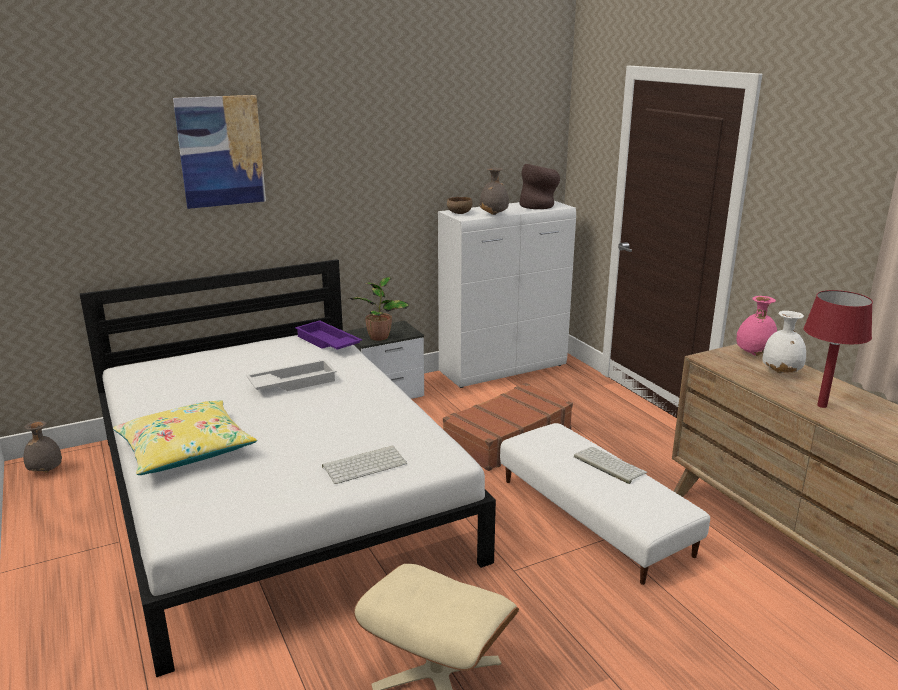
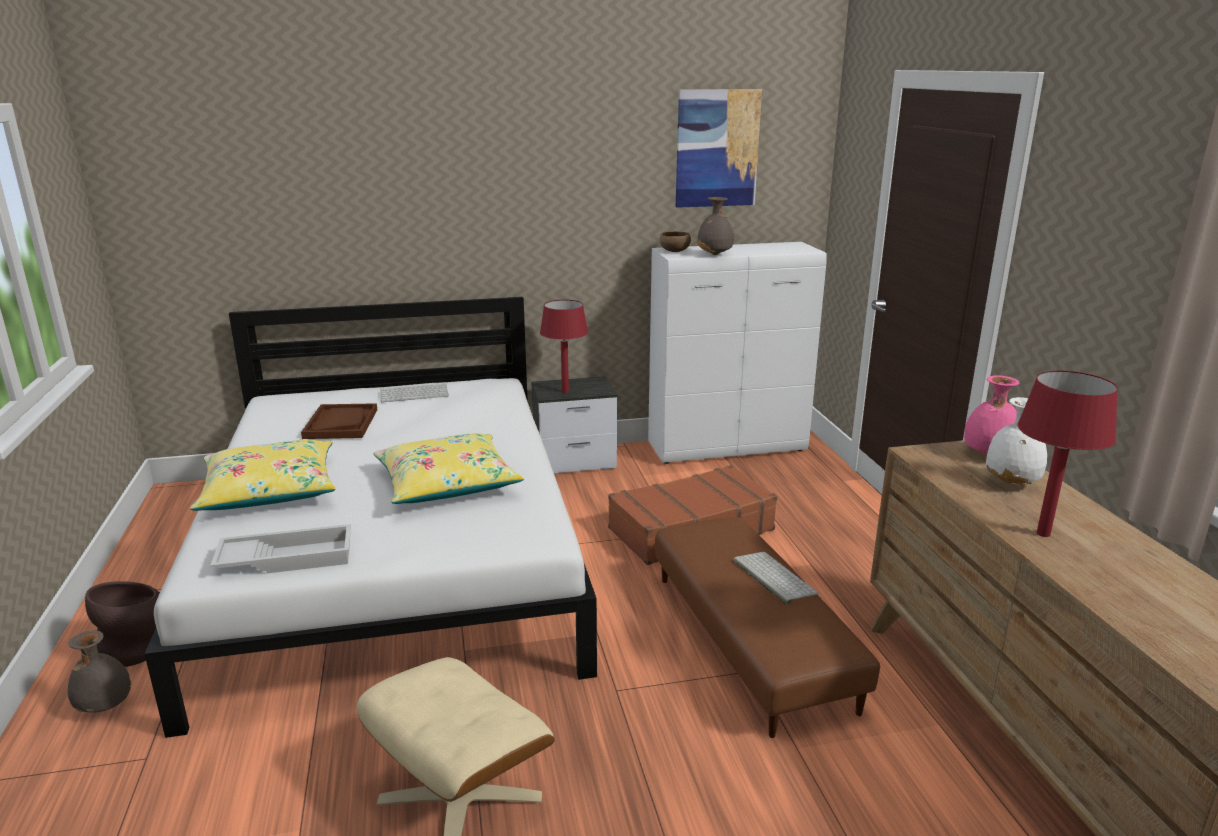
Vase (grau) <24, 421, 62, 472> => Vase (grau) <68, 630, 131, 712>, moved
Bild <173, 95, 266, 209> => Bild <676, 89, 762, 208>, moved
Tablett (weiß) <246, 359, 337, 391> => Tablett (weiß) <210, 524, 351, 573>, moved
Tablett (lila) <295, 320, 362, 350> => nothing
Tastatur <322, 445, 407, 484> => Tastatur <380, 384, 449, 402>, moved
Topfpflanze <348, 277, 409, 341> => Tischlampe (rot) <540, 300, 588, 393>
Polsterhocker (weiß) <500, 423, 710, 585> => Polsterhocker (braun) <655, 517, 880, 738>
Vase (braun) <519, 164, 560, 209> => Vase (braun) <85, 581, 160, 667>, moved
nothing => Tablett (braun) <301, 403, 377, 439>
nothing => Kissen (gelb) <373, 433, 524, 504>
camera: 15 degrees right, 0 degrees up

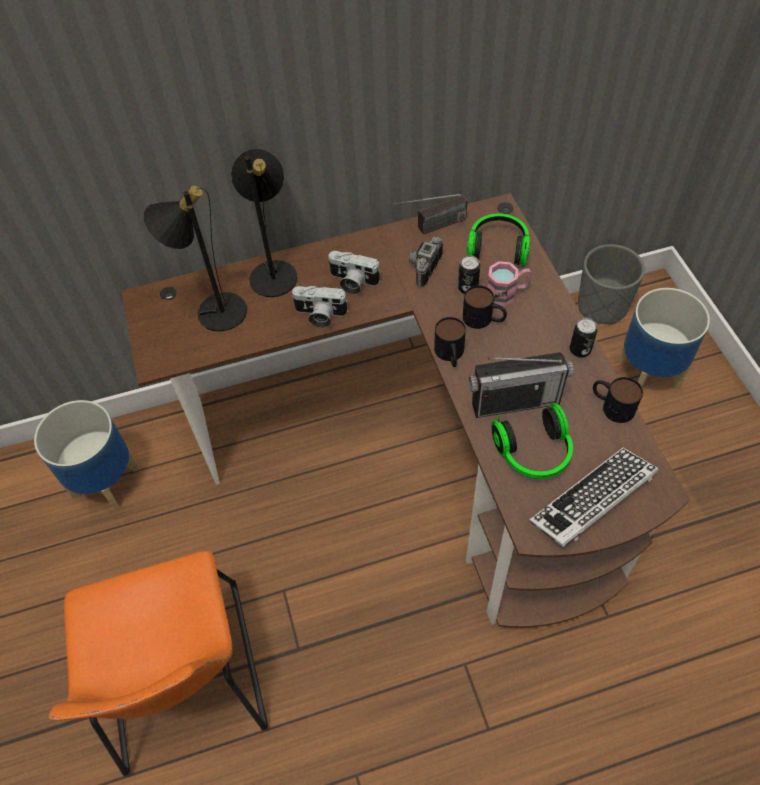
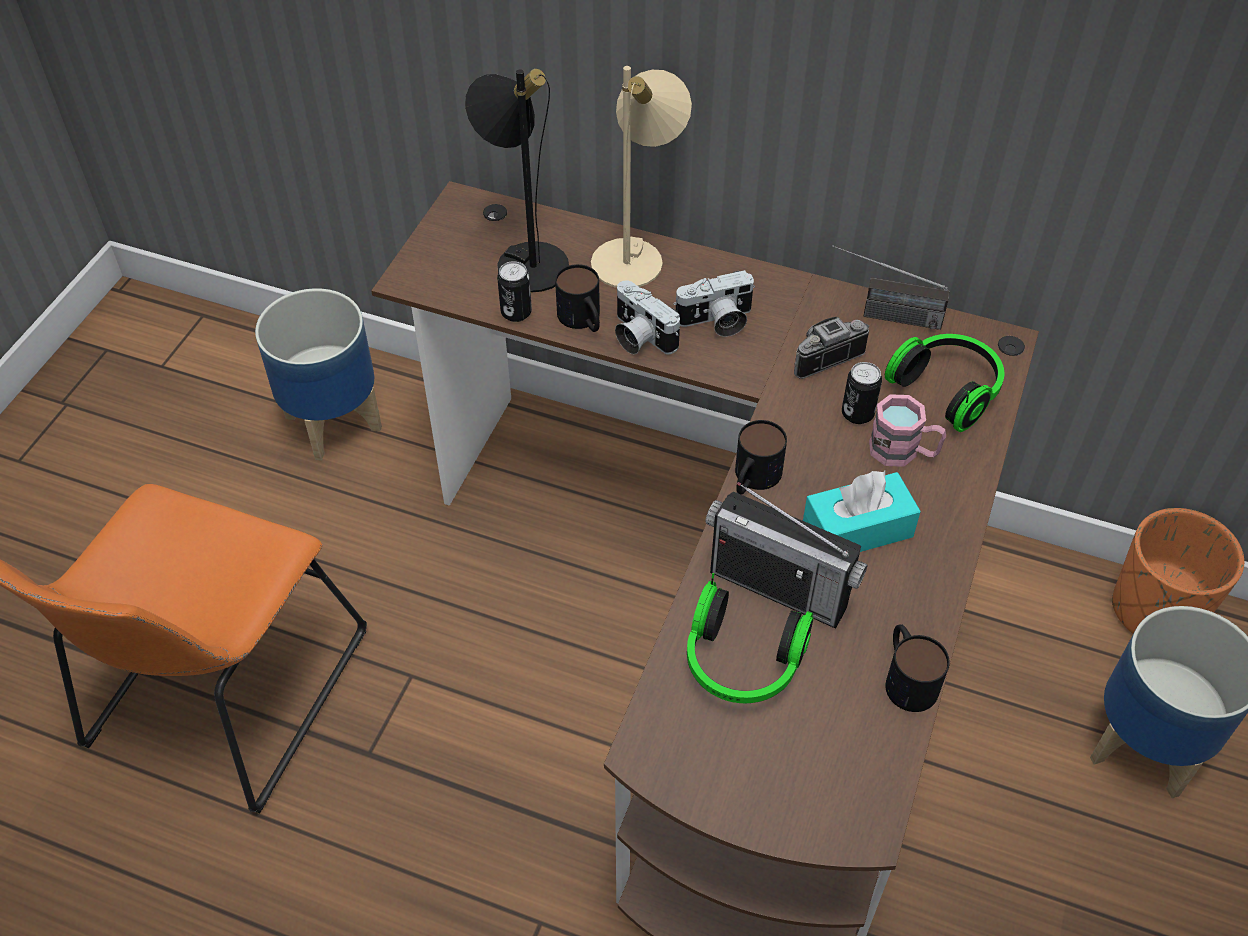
Tischlampe (schwarz) <231, 149, 297, 297> => Tischlampe (beige) <591, 66, 692, 288>
Kamera <328, 251, 380, 294> => Kamera <673, 270, 755, 337>, 75 degrees counterclockwise
Henkelbecher <463, 285, 507, 329> => Henkelbecher <555, 264, 600, 332>, moved
Tastatur <529, 448, 659, 547> => nothing
Dose <570, 318, 598, 357> => Dose <497, 261, 532, 322>, moved
Pflanzkübel (grau) <578, 244, 645, 324> => Pflanzkübel (orange) <1112, 508, 1244, 634>
nothing => Taschentuchbox (türkis) <803, 471, 921, 552>
camera: 35 degrees right, 5 degrees down

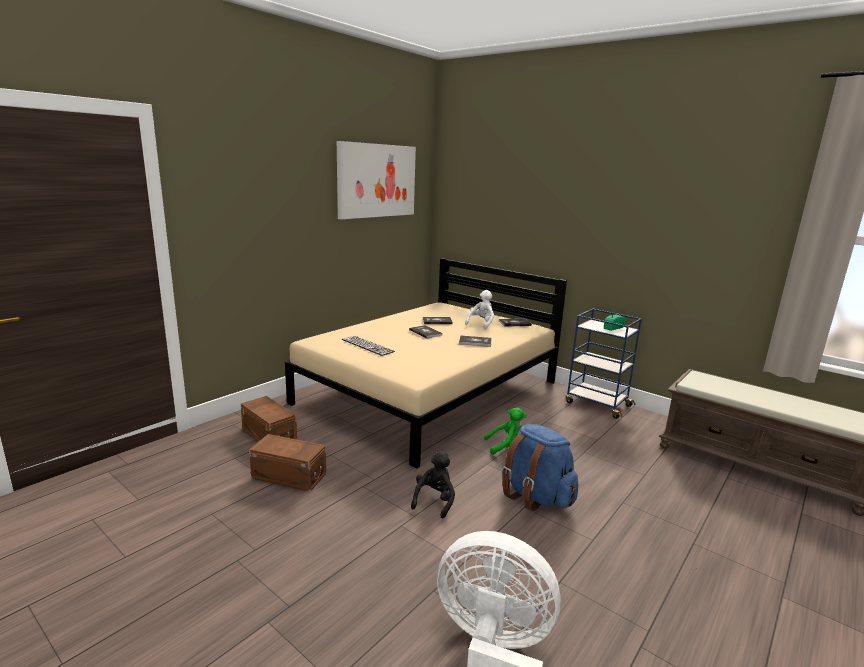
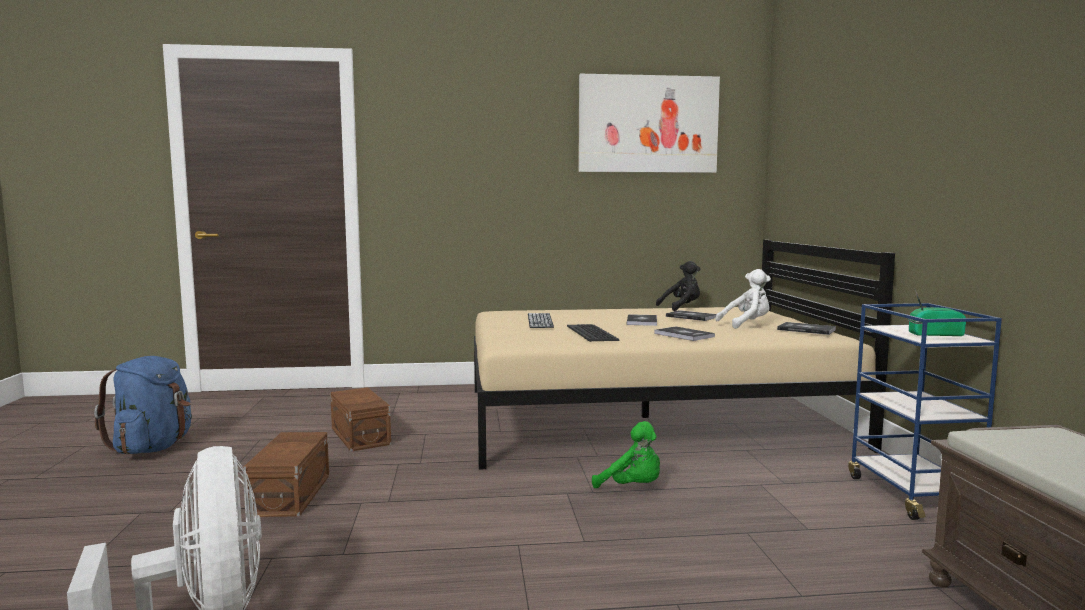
Aufbewahrungsbox (braun) <241, 396, 297, 441> => Aufbewahrungsbox (braun) <244, 432, 329, 517>, moved
Plüschtier (schwarz) <411, 451, 455, 519> => Plüschtier (schwarz) <656, 261, 700, 311>, moved
Rucksack (blau) <502, 424, 578, 511> => Rucksack (blau) <94, 356, 192, 454>, moved
nothing => Tastatur <567, 324, 619, 342>
camera: 45 degrees right, 10 degrees down

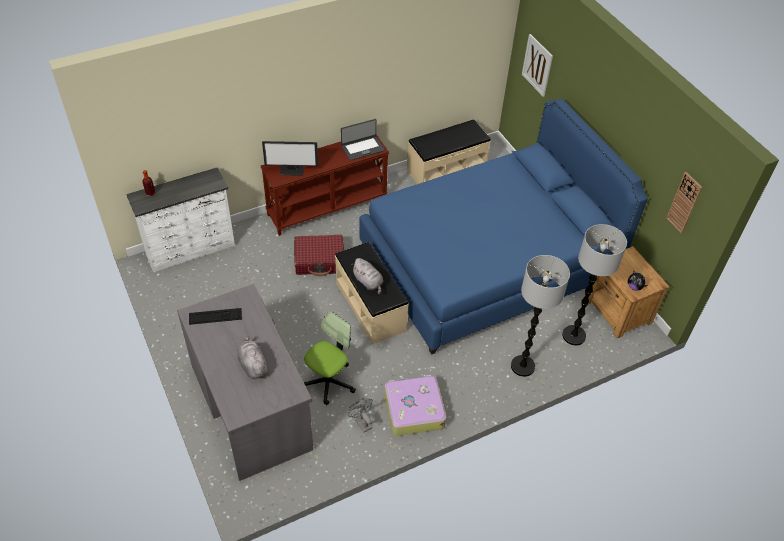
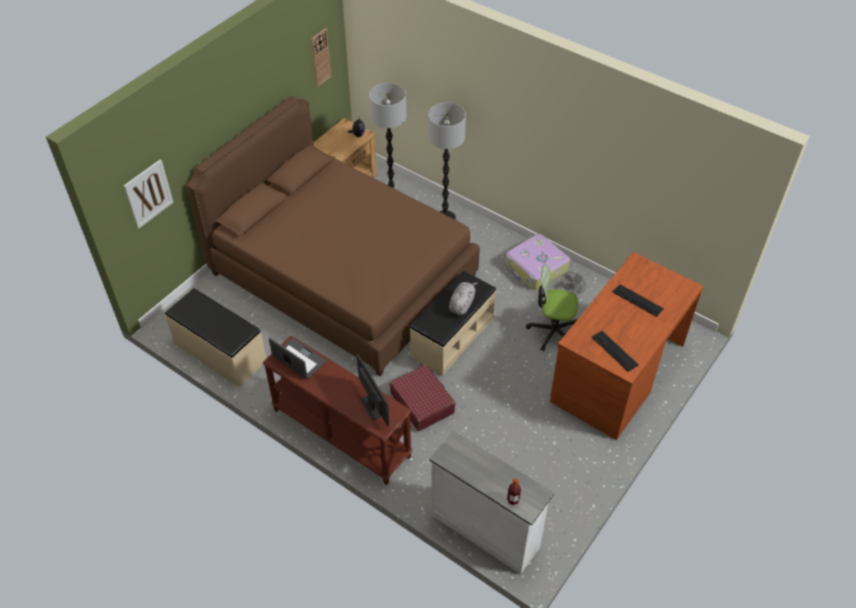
Schreibtisch (grau) <177, 284, 313, 481> => Schreibtisch (braun) <550, 252, 704, 440>
Plüschtier (grau) <237, 336, 268, 379> => Tastatur <613, 284, 664, 317>
Bett (blau) <360, 99, 648, 355> => Bett (braun) <187, 96, 480, 376>
camera: 115 degrees left, 0 degrees up

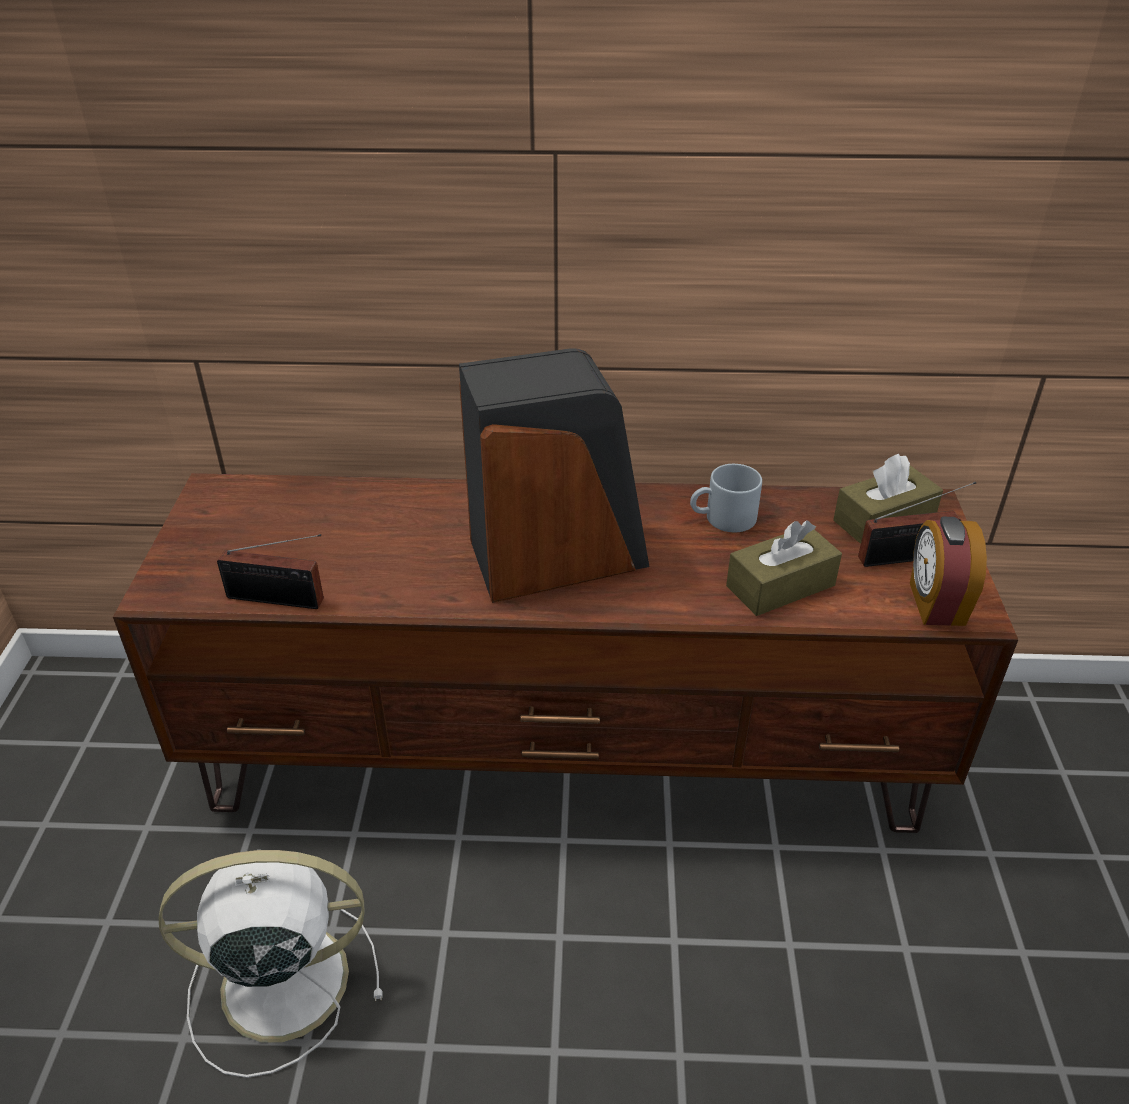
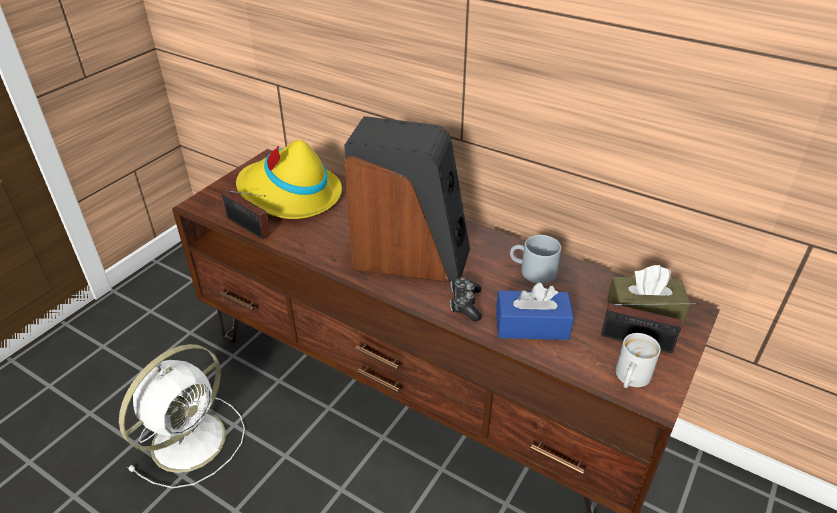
Ventilator (weiß) <159, 850, 382, 1078> => Ventilator (weiß) <119, 344, 245, 489>, 105 degrees clockwise
Taschentuchbox (braun) <726, 520, 842, 616> => Taschentuchbox (blau) <496, 283, 574, 340>
Wecker <910, 517, 987, 626> => Henkelbecher (weiß) <616, 333, 661, 388>
nothing => Hut (gelb) <236, 140, 342, 219>
nothing => Gamepad <450, 277, 481, 321>
camera: 30 degrees right, 0 degrees up

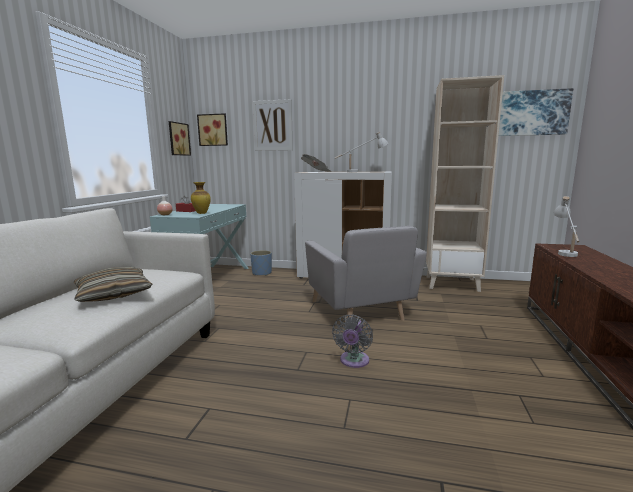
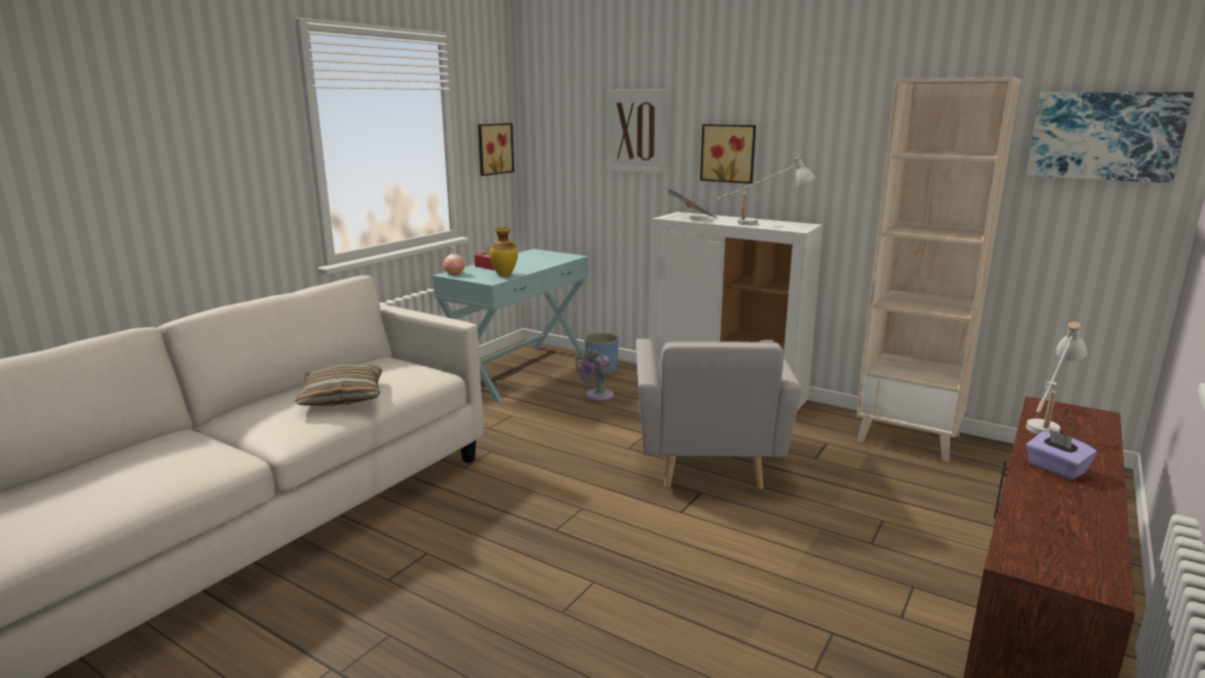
Bild <197, 113, 228, 146> => Bild <700, 124, 756, 184>, moved
Ventilator (grau) <332, 315, 373, 368> => Ventilator (grau) <575, 349, 614, 401>, moved
nothing => Taschentuchbox (lila) <1026, 429, 1097, 480>
camera: 20 degrees right, 5 degrees up

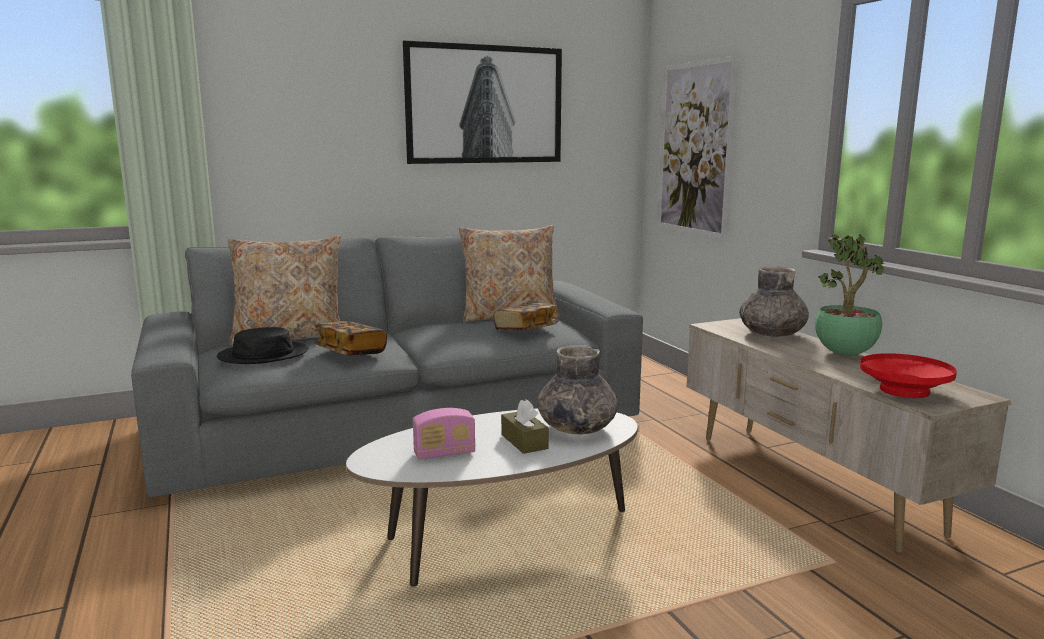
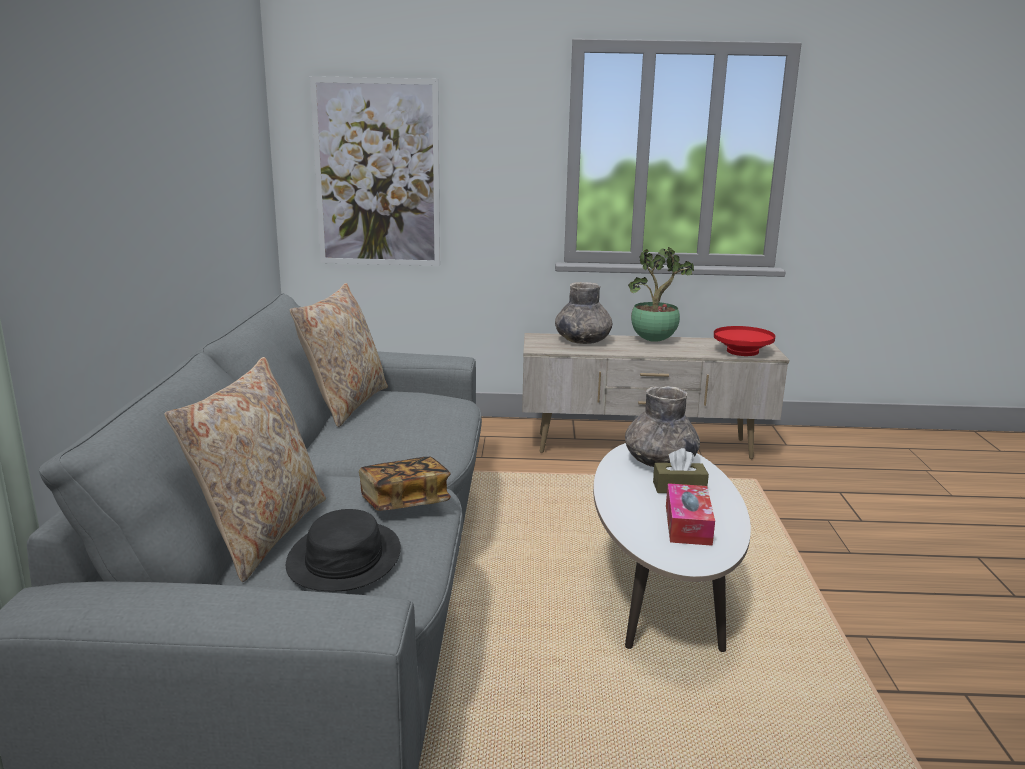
Bild <403, 40, 562, 164> => nothing
Radio <413, 408, 476, 459> => Taschentuchbox <666, 483, 715, 546>
Buch <494, 303, 558, 330> => nothing
camera: 65 degrees left, 5 degrees up

